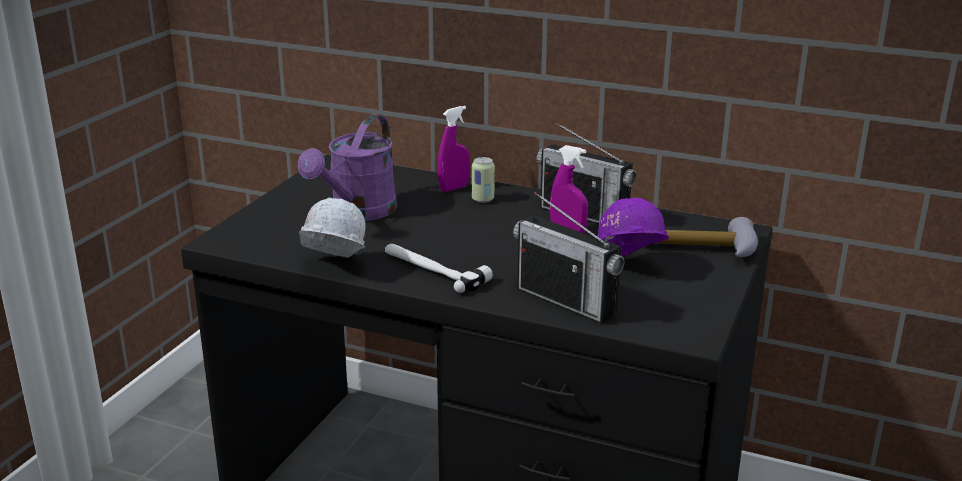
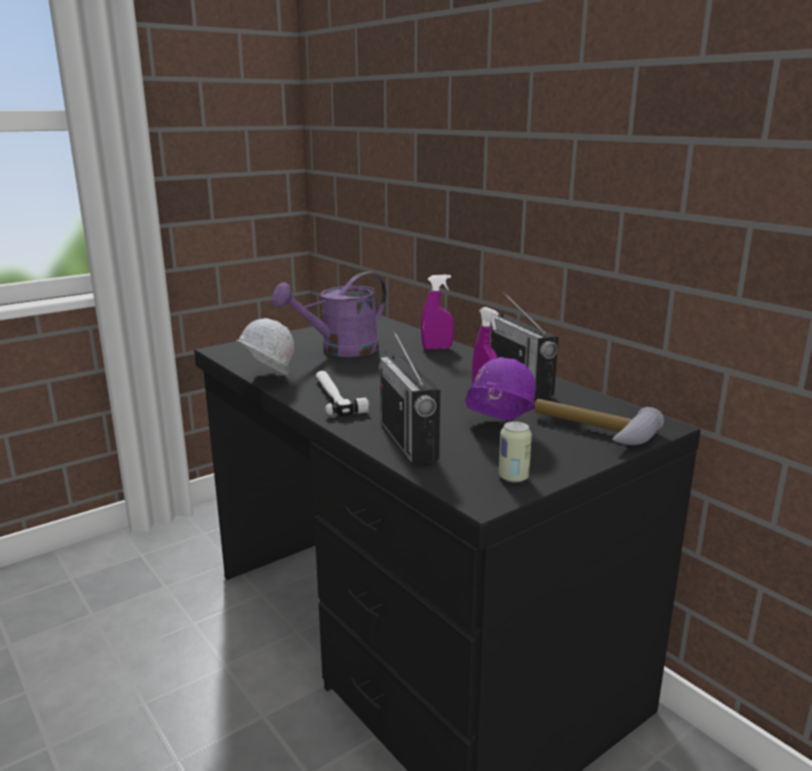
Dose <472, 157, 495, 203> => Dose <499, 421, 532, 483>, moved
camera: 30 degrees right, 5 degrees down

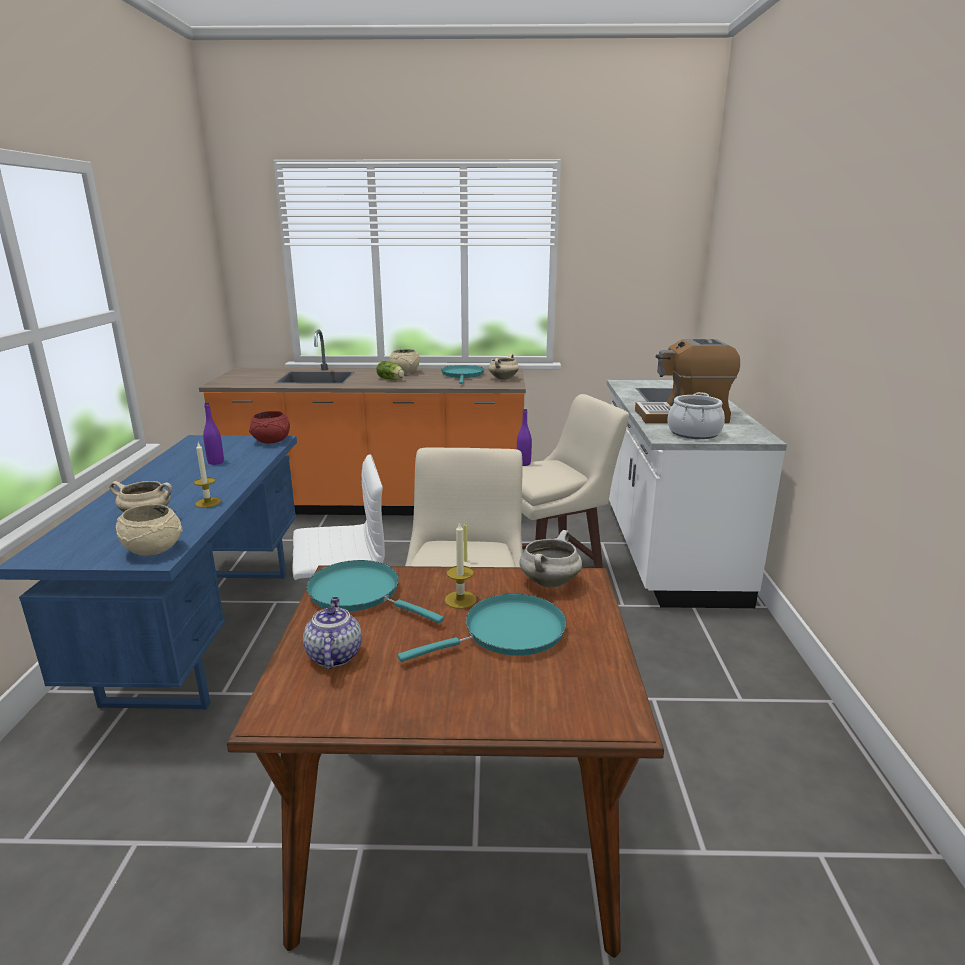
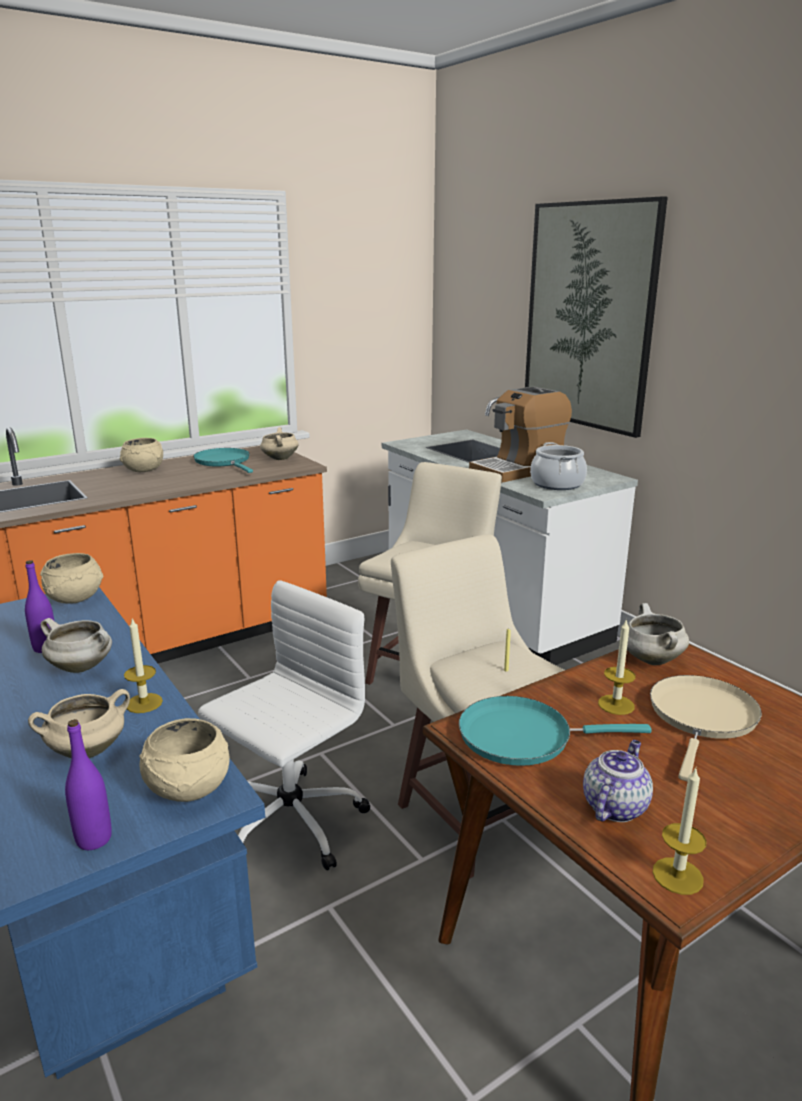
Schüssel (rot) <249, 411, 290, 444> => Schüssel (beige) <40, 553, 103, 604>
Teekanne <303, 597, 362, 669> => Teekanne <583, 740, 653, 822>, 75 degrees clockwise
Salatkopf <376, 361, 404, 380> => nothing
Pfanne (türkis) <398, 594, 566, 662> => Pfanne (beige) <650, 675, 762, 781>
Flasche (lila) <517, 409, 532, 466> => Flasche (lila) <65, 719, 112, 850>, moved
nothing => Kochtopf (weiß) <40, 618, 112, 673>
nothing => Bild <525, 196, 668, 438>
nothing => Kerze <652, 768, 707, 895>
camera: 35 degrees left, 0 degrees up

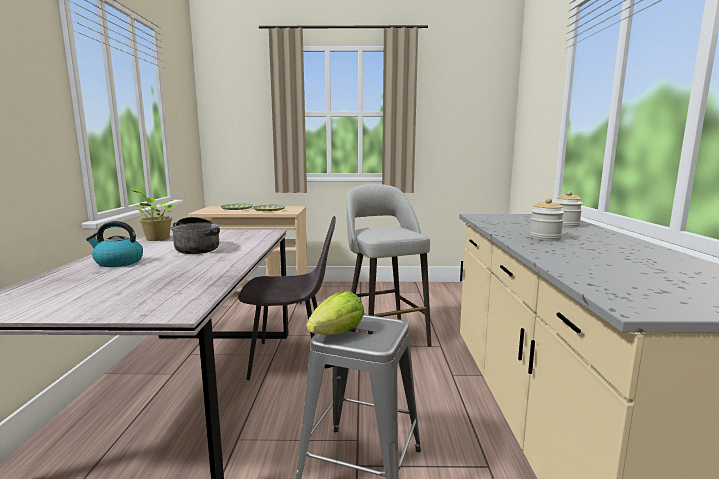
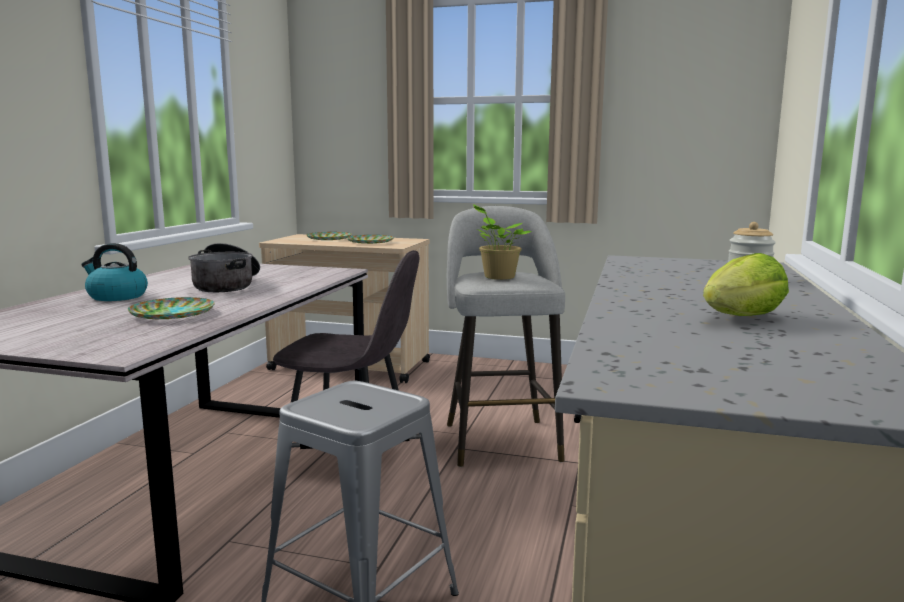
Topfpflanze <132, 189, 177, 241> => Topfpflanze <473, 204, 532, 280>, moved
Salatkopf <307, 291, 364, 335> => Salatkopf <703, 253, 789, 316>, moved
Vorratsglas <530, 198, 564, 241> => nothing
nothing => Teller <128, 297, 215, 319>
camera: 15 degrees right, 0 degrees up

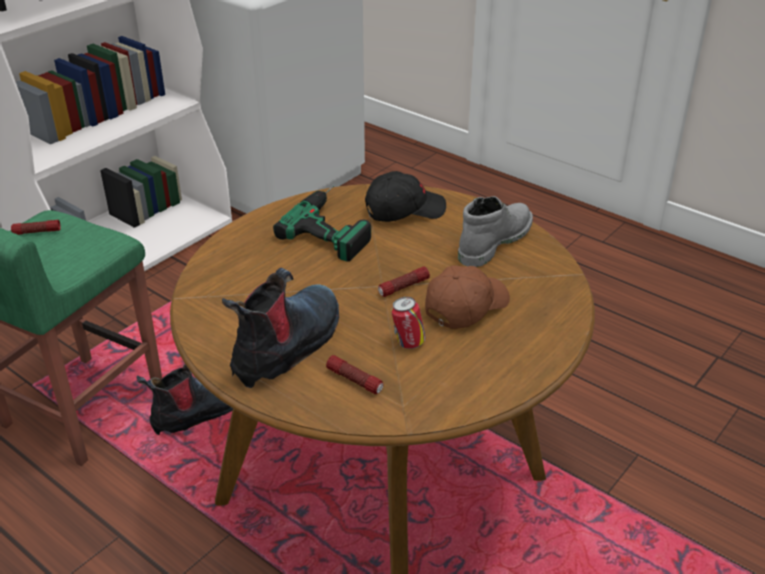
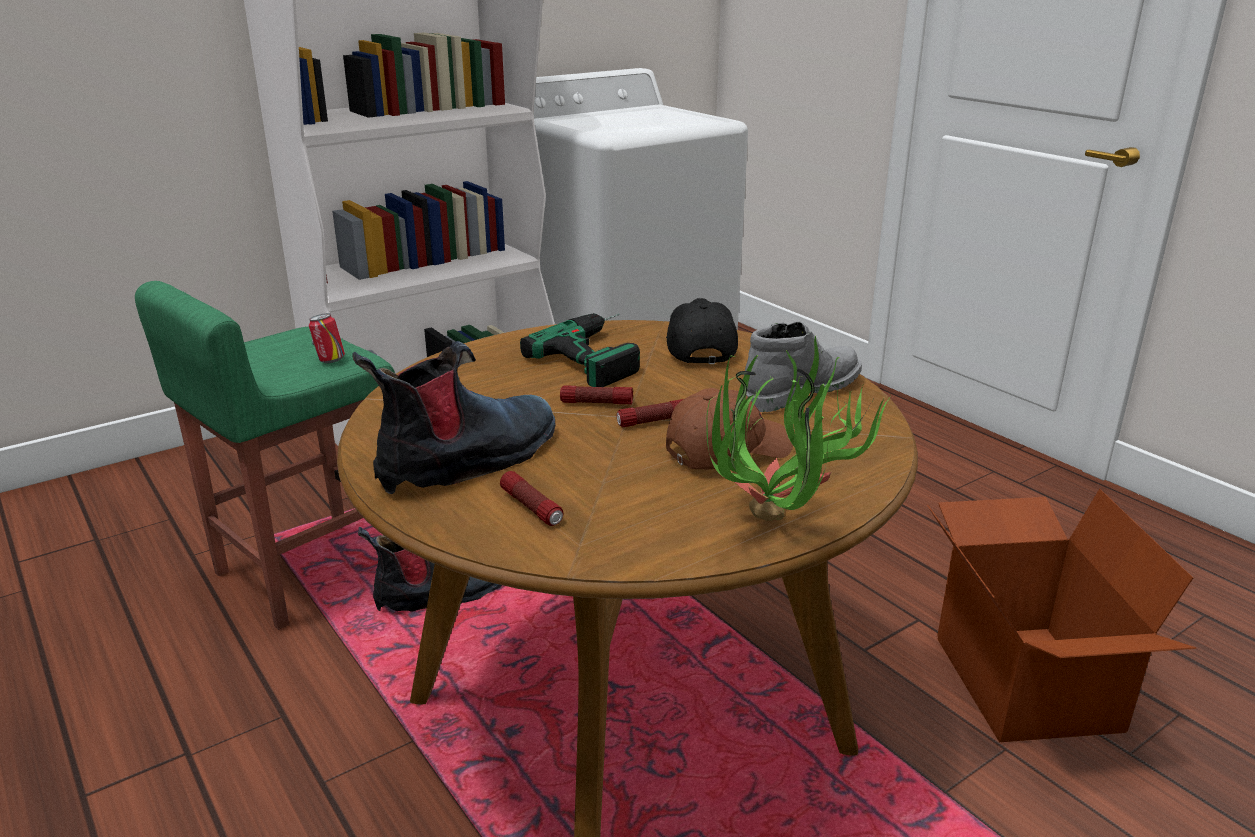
Taschenlampe <11, 220, 61, 235> => Taschenlampe <560, 385, 633, 404>, moved
Kappe (schwarz) <365, 171, 446, 222> => Kappe (schwarz) <666, 298, 738, 364>, 90 degrees counterclockwise
Dose <391, 297, 425, 349> => Dose <309, 313, 345, 363>, moved
nothing => Topfpflanze <706, 336, 891, 521>
nothing => Karton <927, 489, 1196, 742>
camera: 15 degrees right, 10 degrees down

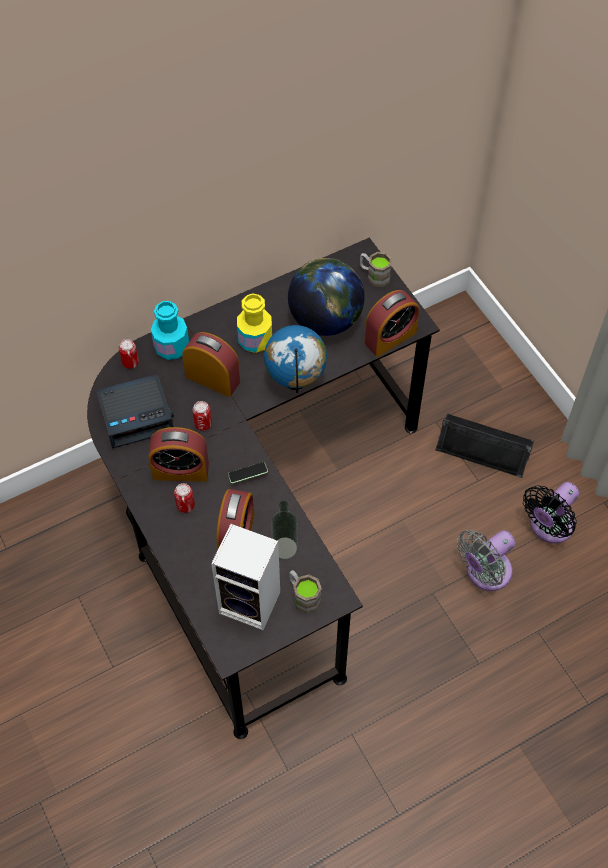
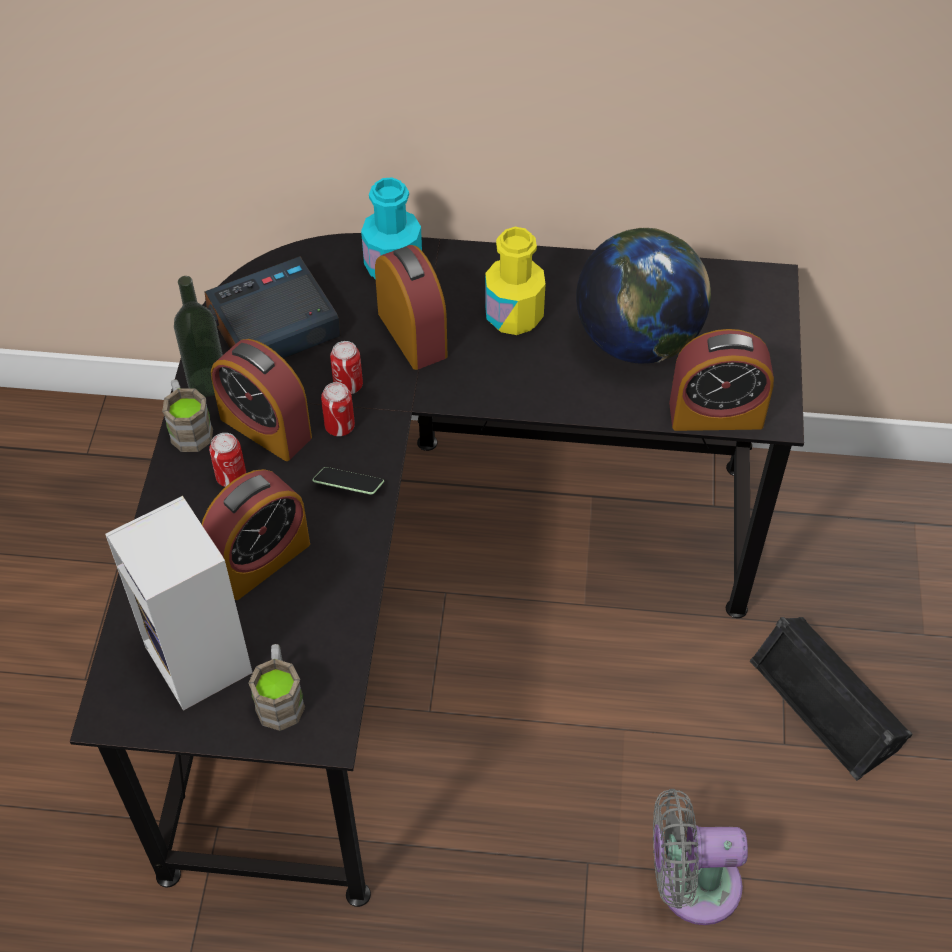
Wecker <96, 374, 174, 449> => Wecker <204, 256, 341, 359>, 135 degrees clockwise
Dose <119, 339, 139, 369> => Dose <321, 382, 355, 436>, moved
Globus <264, 325, 327, 393> => nothing
Flasche <271, 501, 298, 559> => Flasche <174, 276, 223, 397>, moved
Henkelbecher (braun) <360, 252, 392, 287> => Henkelbecher (braun) <162, 379, 213, 452>, moved
Ventilator (schwarz) <523, 482, 579, 543> => nothing
camera: 35 degrees right, 5 degrees down

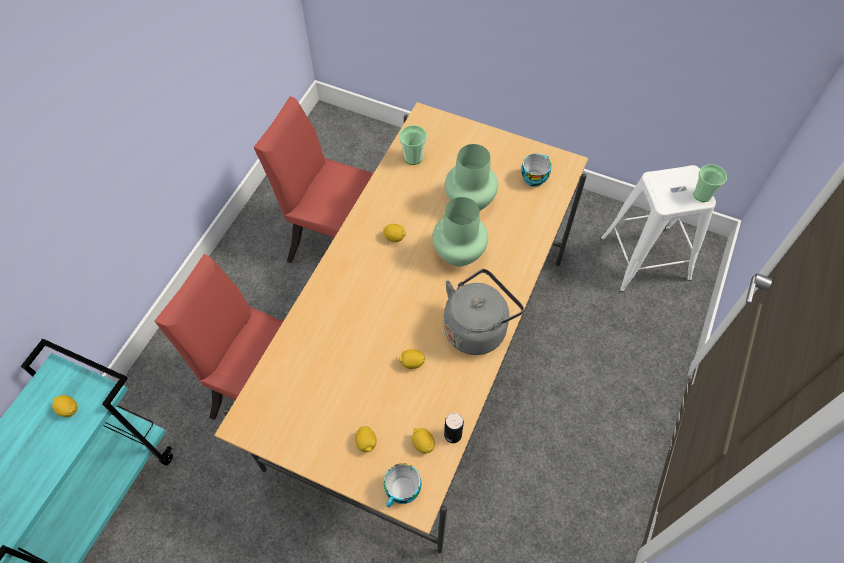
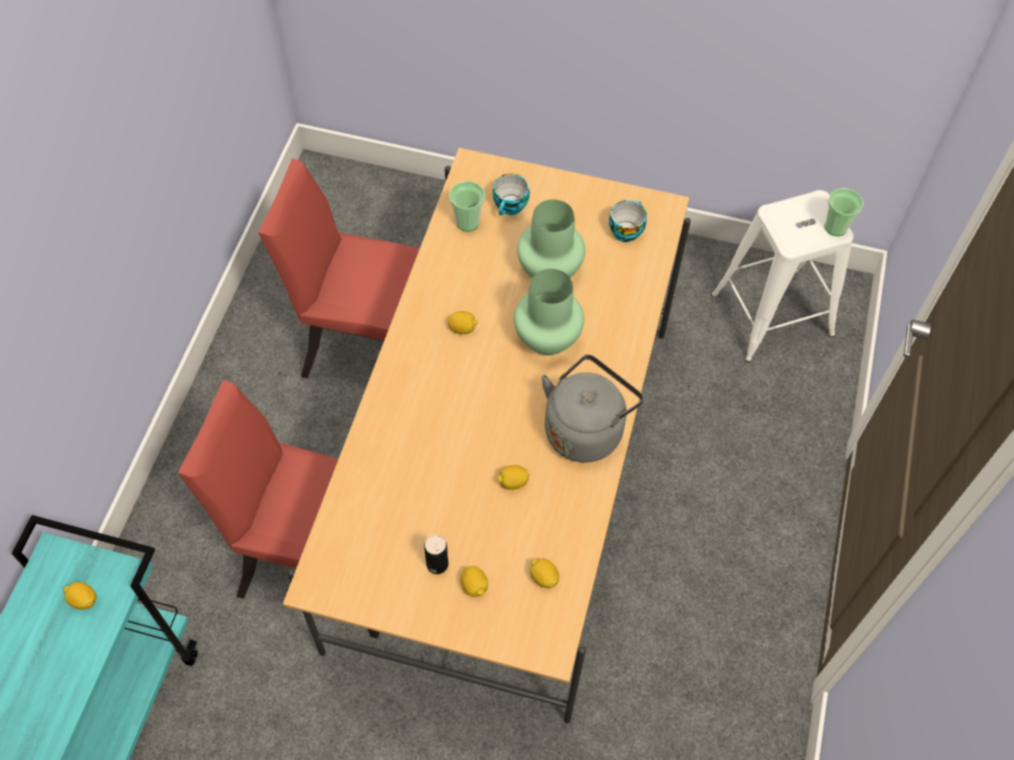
Tasse <384, 463, 421, 507> => Tasse <493, 173, 530, 215>, moved
Dose <444, 413, 464, 443> => Dose <424, 535, 448, 574>, moved
camera: 10 degrees left, 0 degrees up

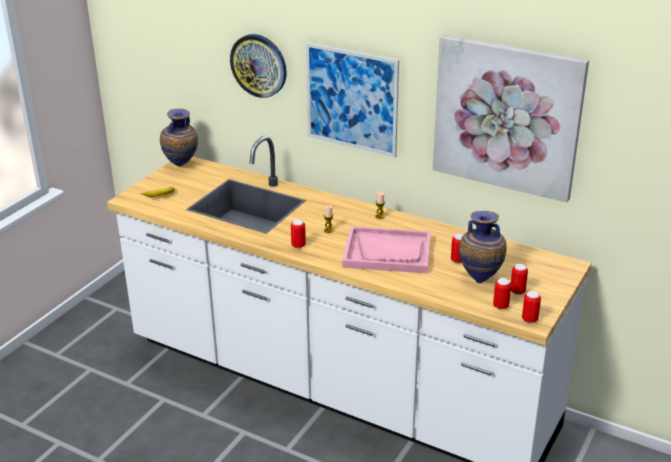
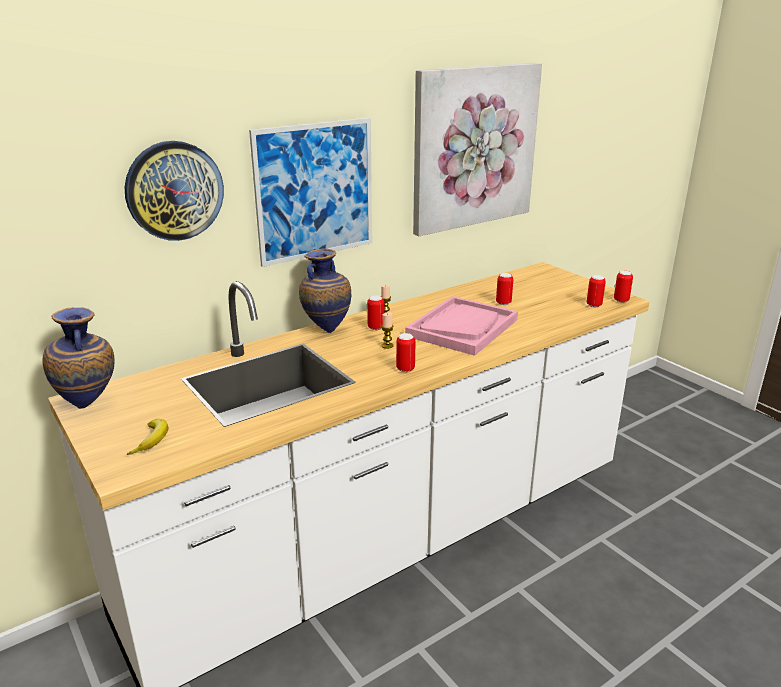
Vase <459, 211, 506, 283> => Vase <299, 248, 351, 333>, moved
Dose <511, 264, 528, 295> => Dose <367, 296, 384, 330>, moved
camera: 65 degrees left, 5 degrees down

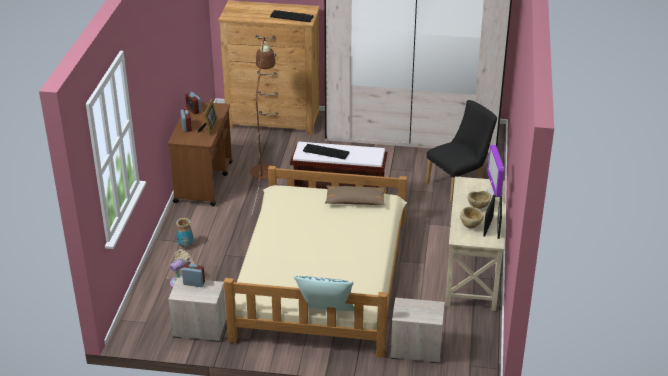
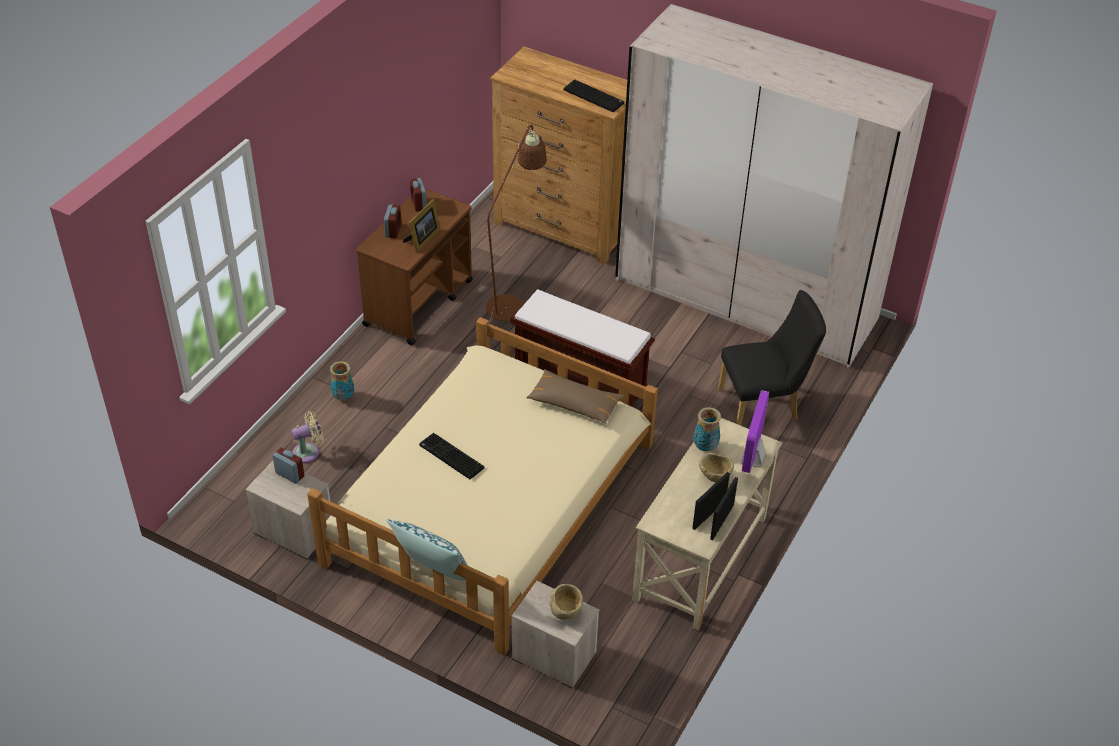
Tastatur <303, 144, 349, 159> => Tastatur <419, 433, 484, 479>, moved
Schüssel (beige) <460, 207, 484, 228> => Schüssel (beige) <550, 584, 583, 620>, moved
nothing => Vase <693, 407, 721, 451>
camera: 20 degrees right, 10 degrees up

